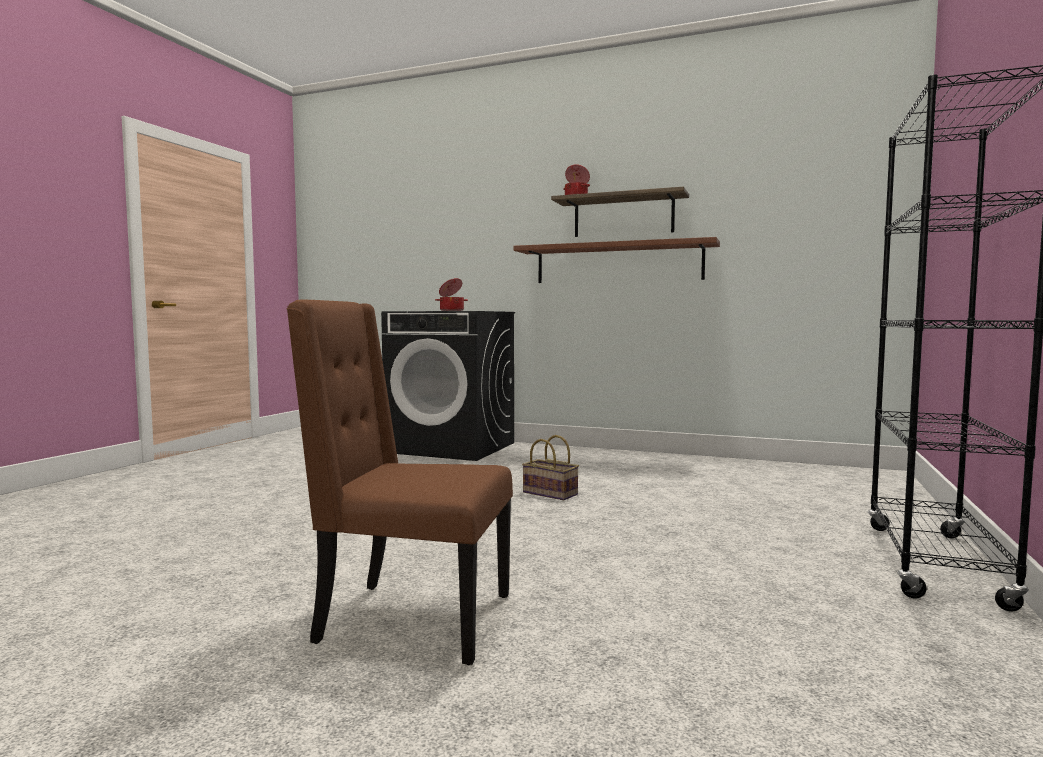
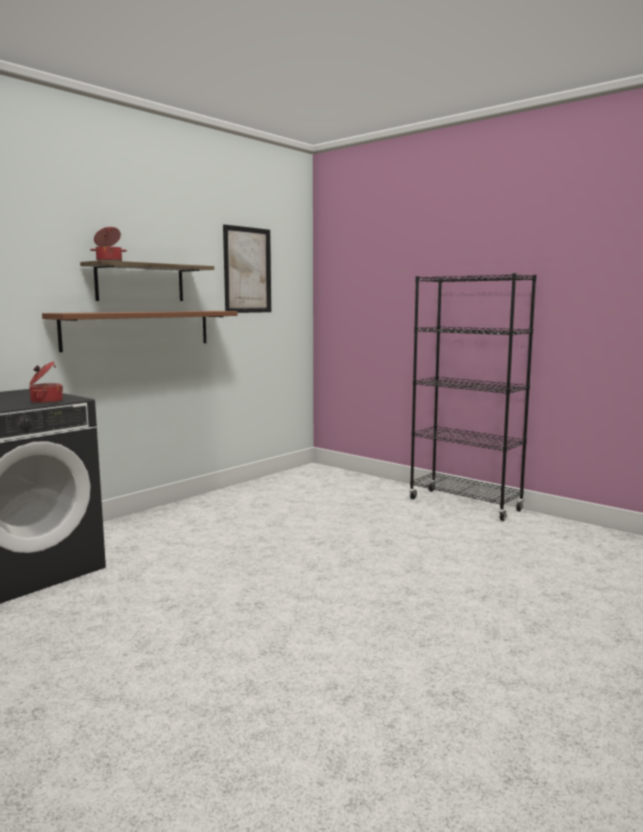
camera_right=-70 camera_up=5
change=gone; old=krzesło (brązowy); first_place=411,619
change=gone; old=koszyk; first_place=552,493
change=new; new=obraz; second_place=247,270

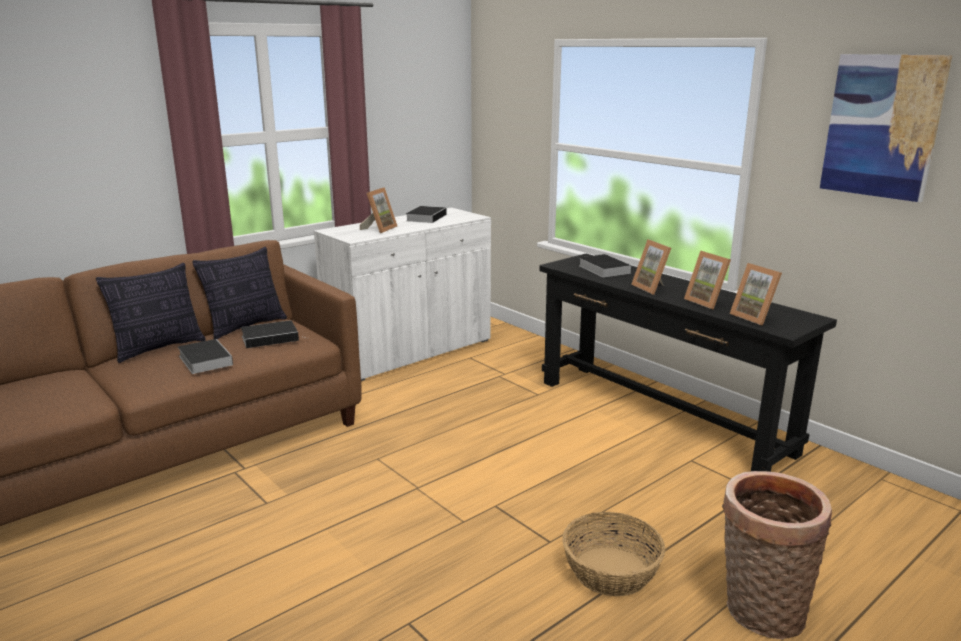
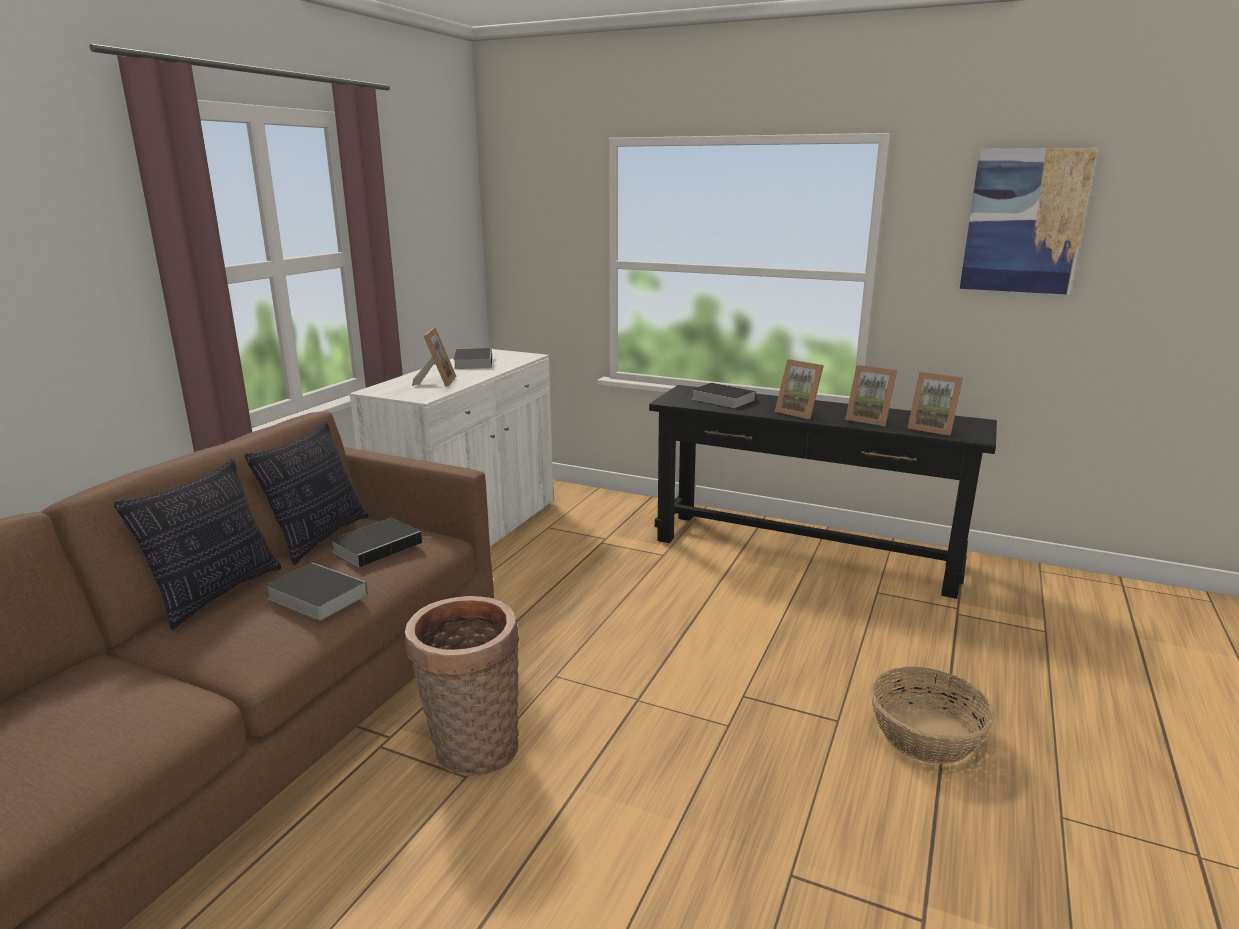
camera_right=-25 camera_up=0
change=shifted; old=koszyk; first_place=759,611; second_place=471,749

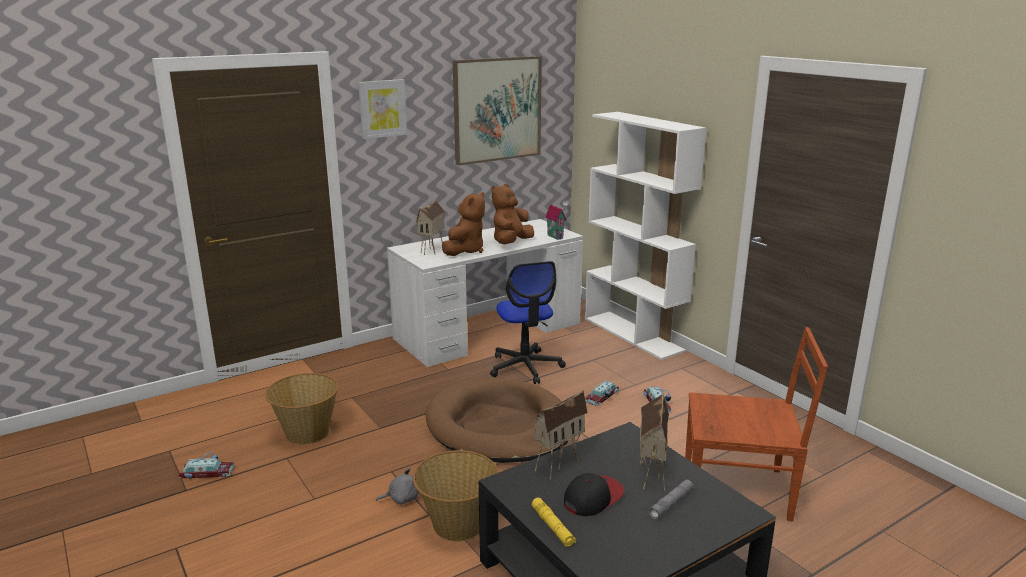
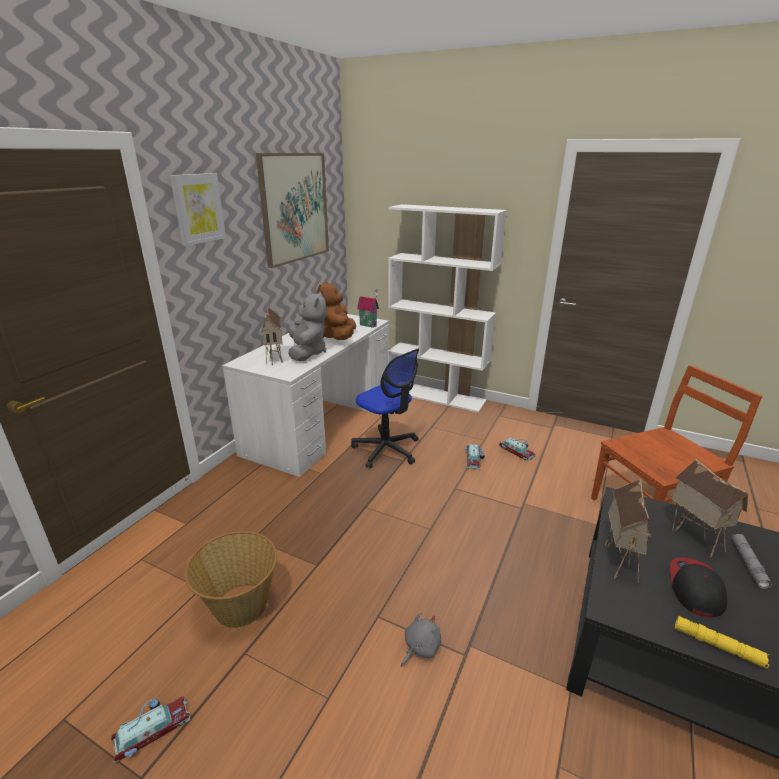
camera_right=-30 camera_up=5
change=repainted; old=pluszak (brązowy); new=pluszak (szary); first_place=465,250; second_place=307,353
change=gone; old=legowisko (brązowy); first_place=499,426
change=gone; old=koszyk; first_place=457,524

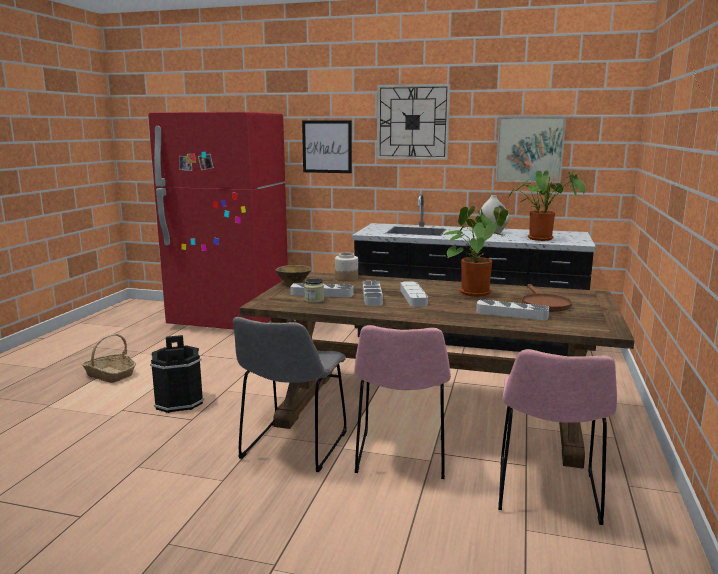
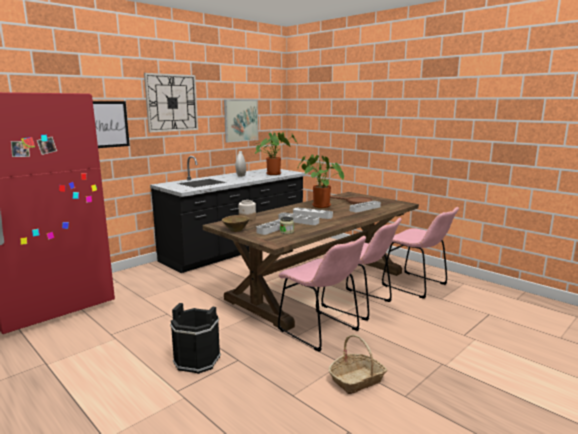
camera_right=-60 camera_up=0
change=repainted; old=krzesło (szary); new=krzesło (różowy); first_place=292,448; second_place=321,332
change=shifted; old=koszyk; first_place=110,375; second_place=357,380

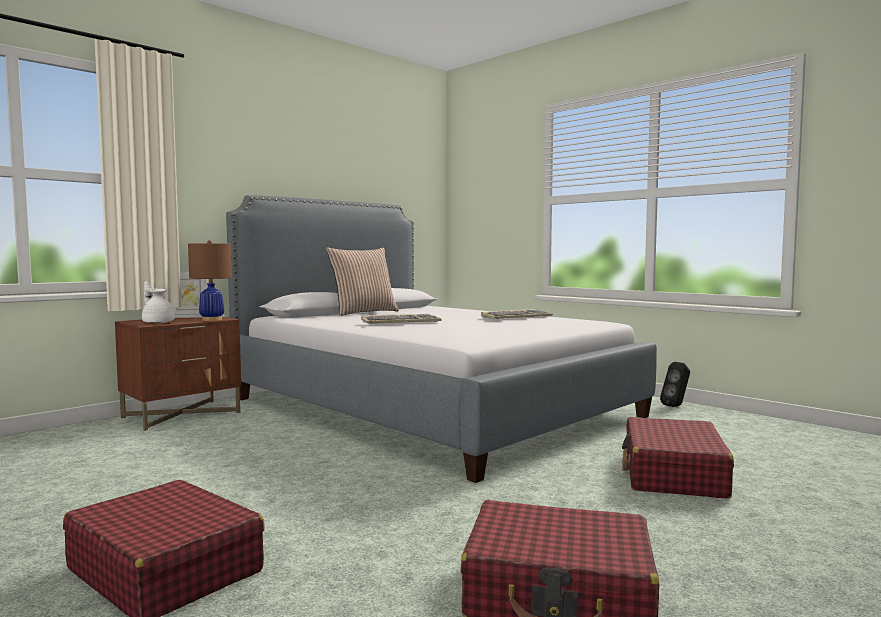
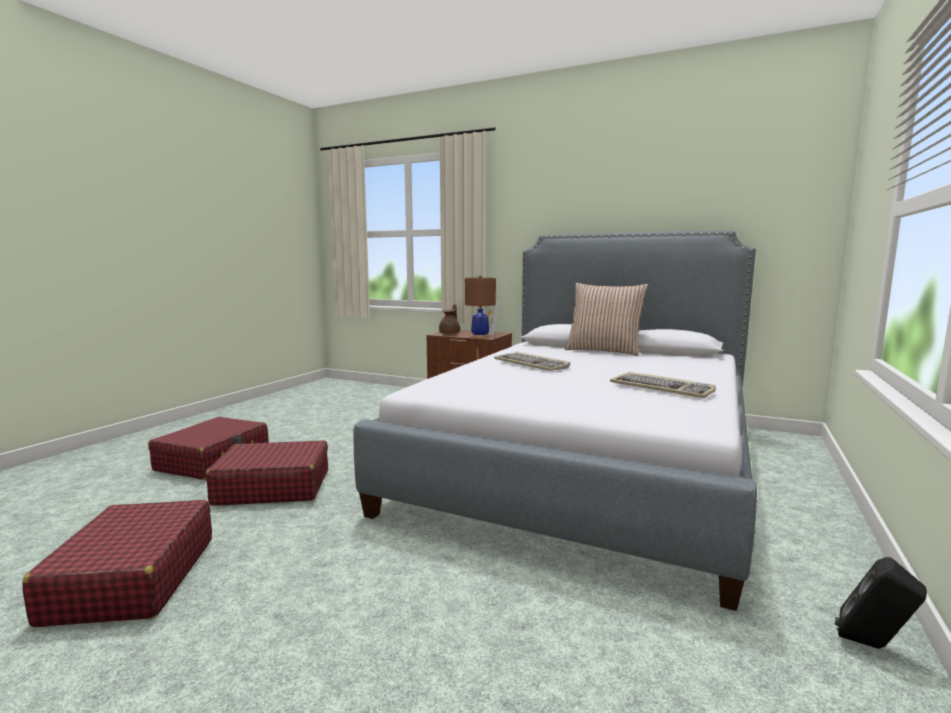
camera_right=70 camera_up=5
change=repainted; old=imbryk (biały); new=imbryk (brązowy); first_place=158,323; second_place=450,334
change=shifted; old=walizka (czerwony); first_place=673,474; second_place=272,487

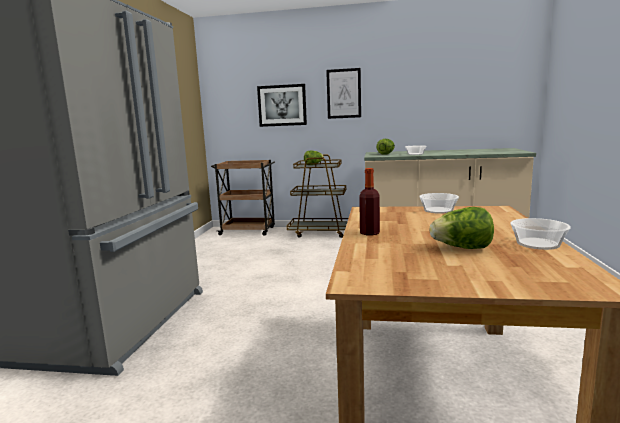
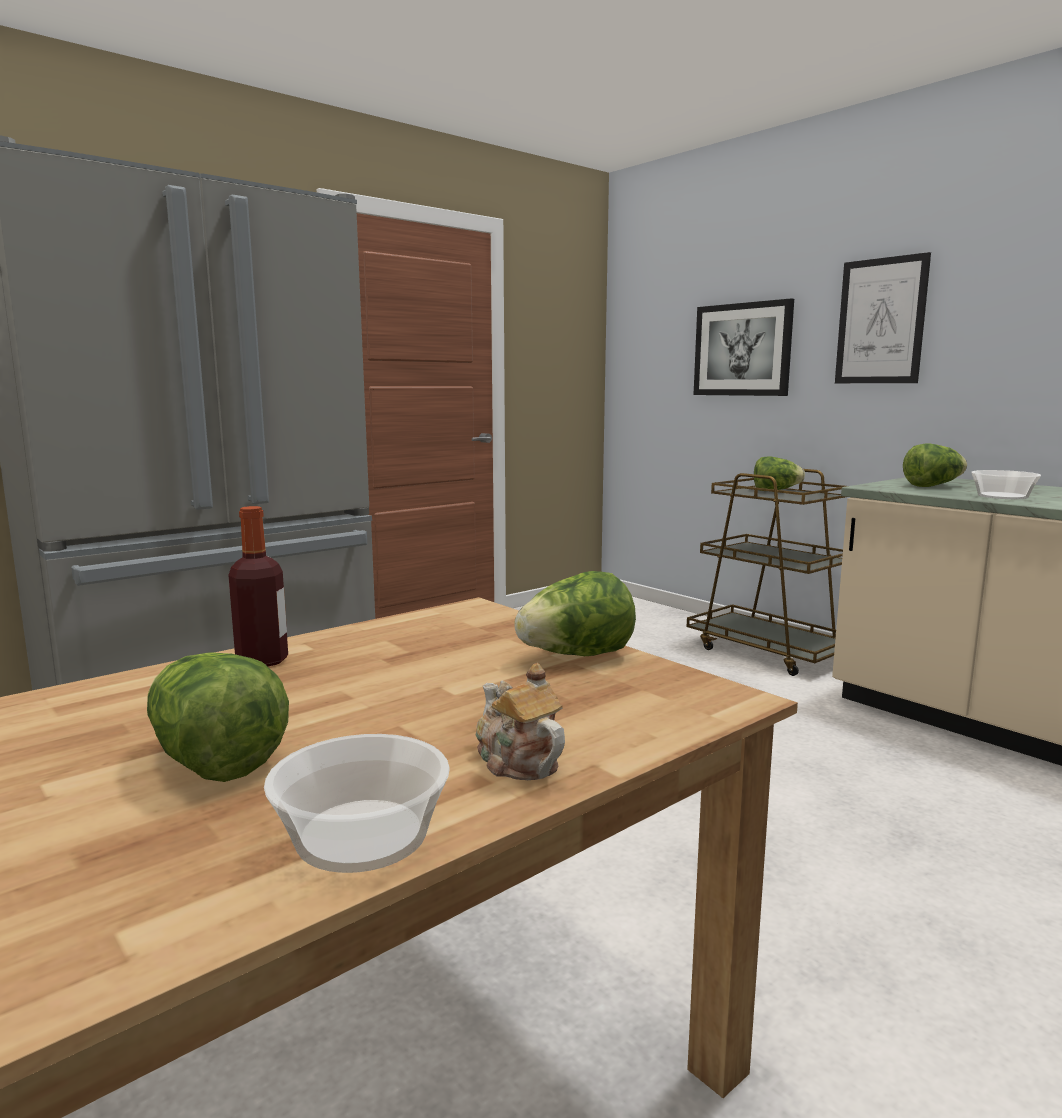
camera_right=40 camera_up=0
change=gone; old=wózek (brązowy); first_place=248,231
change=swapped; old=miska; new=sałata; first_place=438,210; second_place=576,656
change=new; new=imbryk; second_place=517,761

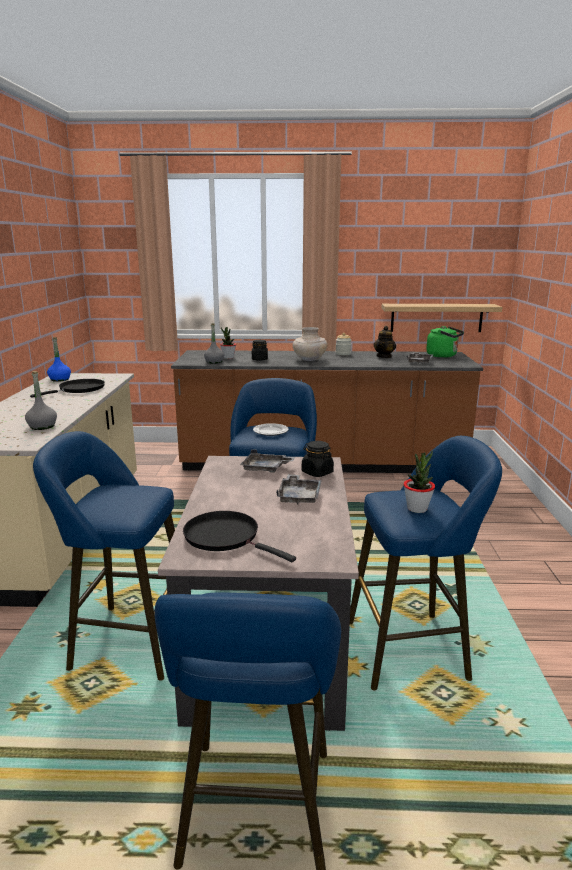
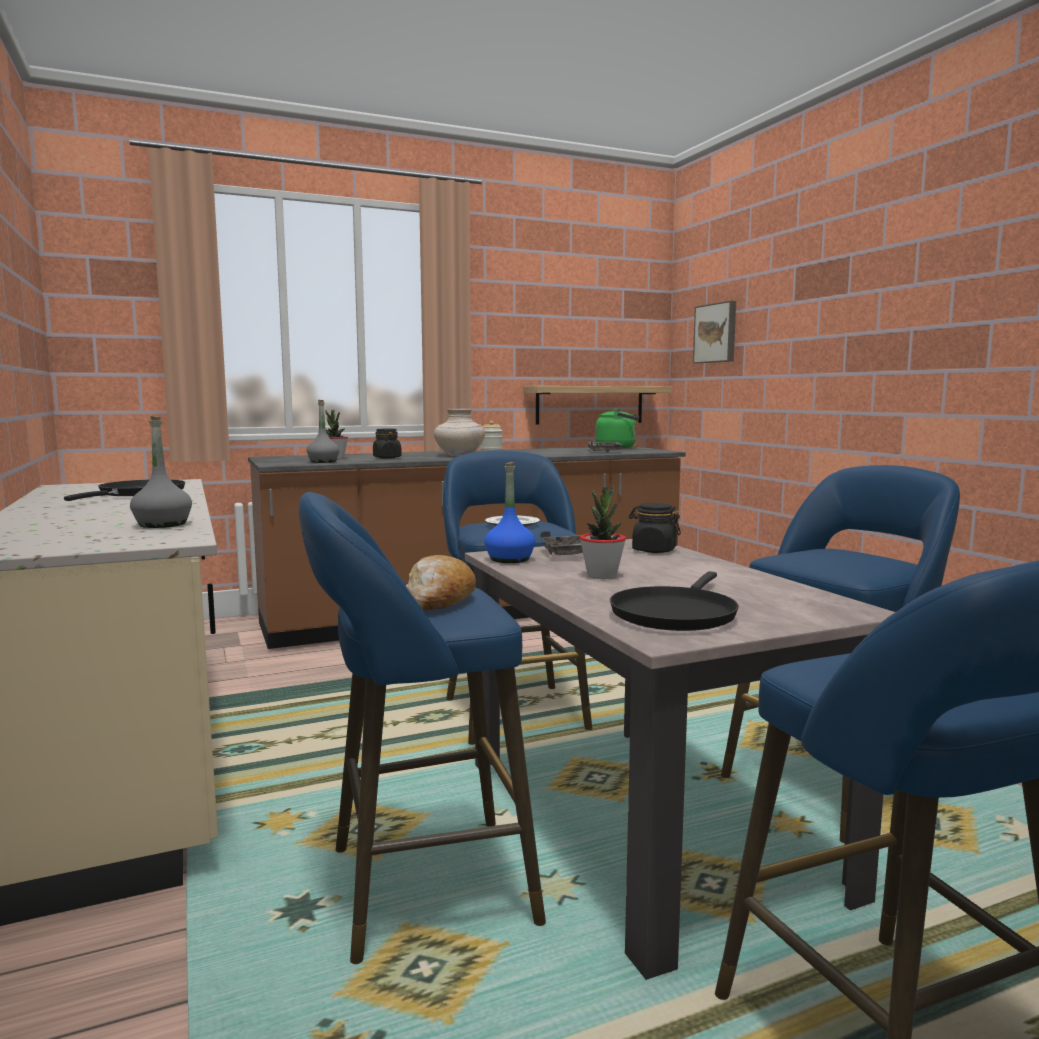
camera_right=-25 camera_up=-10
change=gone; old=imbryk; first_place=384,356
change=shifted; old=butelka (niebieski); first_place=60,379; second_place=509,559
change=shifted; old=roślina doniczkowa; first_place=417,508; second_place=602,576
change=gone; old=taca (szary); first_place=299,496
change=rotated; old=patelnia (czarny); first_place=226,537; second_place=674,614; degrees=-75
change=new; new=obraz; second_place=716,333
change=new; new=chleb; second_place=438,599

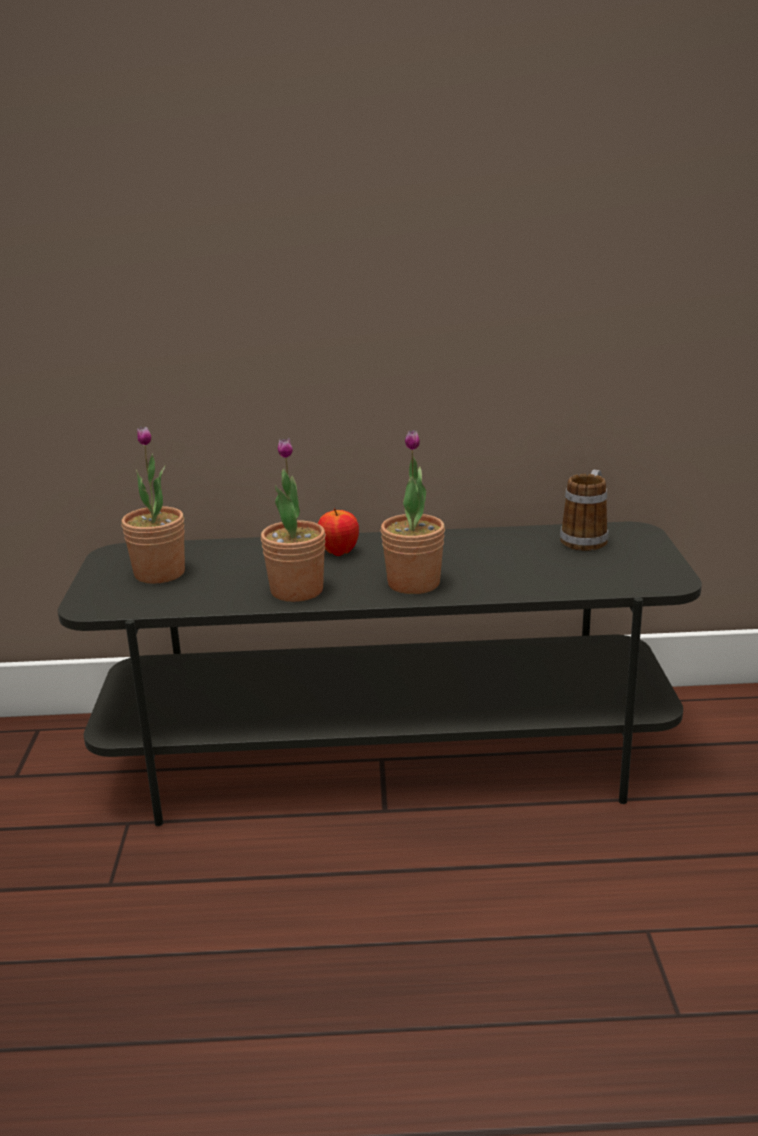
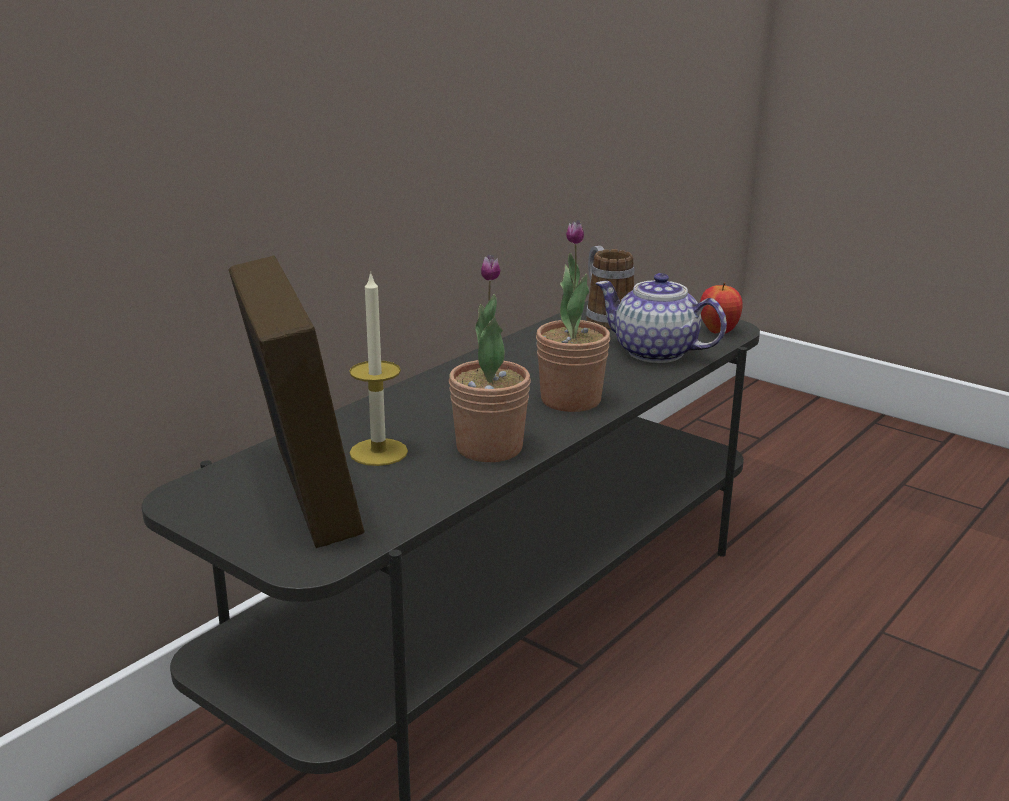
camera_right=-50 camera_up=0
change=swapped; old=roślina doniczkowa; new=ramka na zdjęcie; first_place=159,573; second_place=302,494
change=shifted; old=jabłko; first_place=339,553; second_place=718,331
change=new; new=świeca; second_place=378,452
change=new; new=imbryk; second_place=656,353

